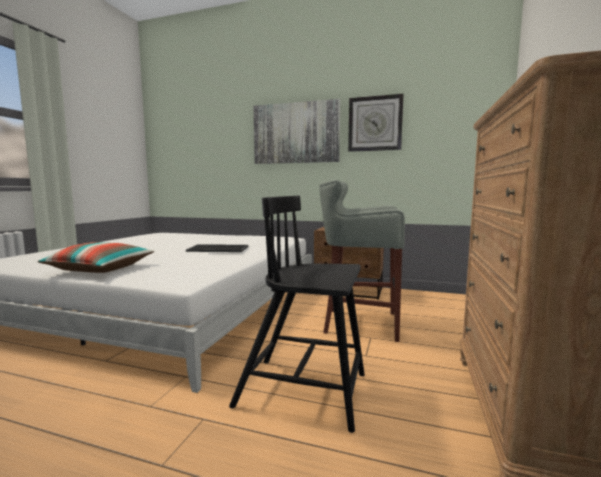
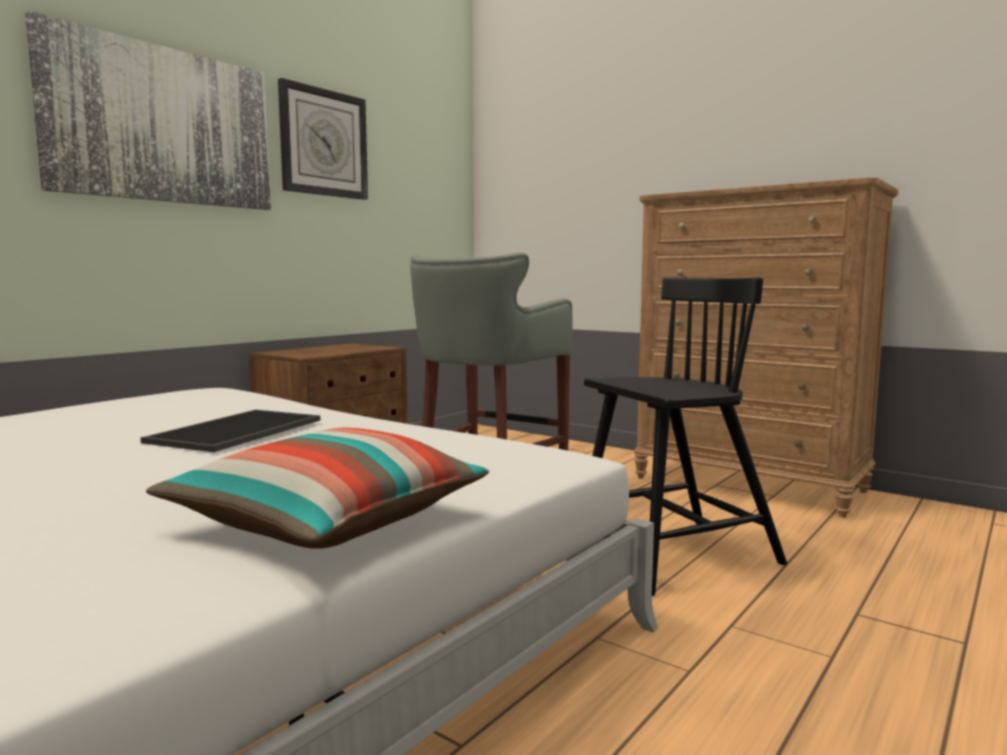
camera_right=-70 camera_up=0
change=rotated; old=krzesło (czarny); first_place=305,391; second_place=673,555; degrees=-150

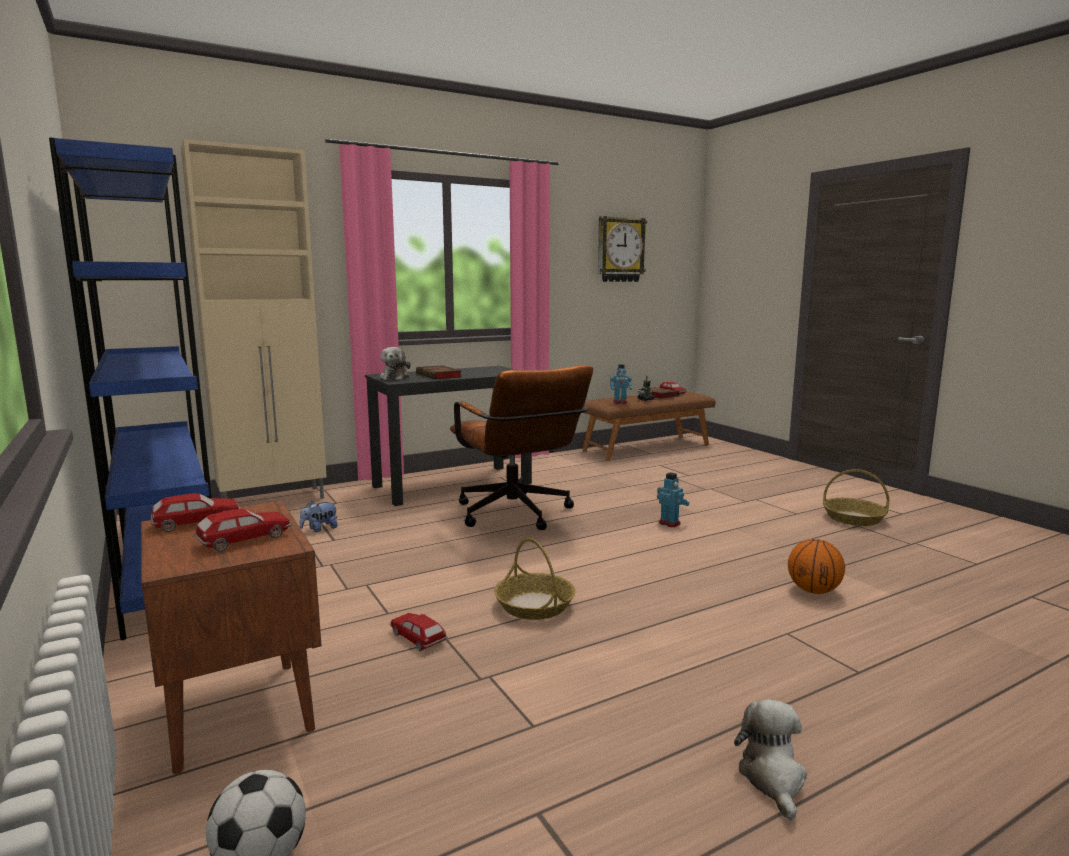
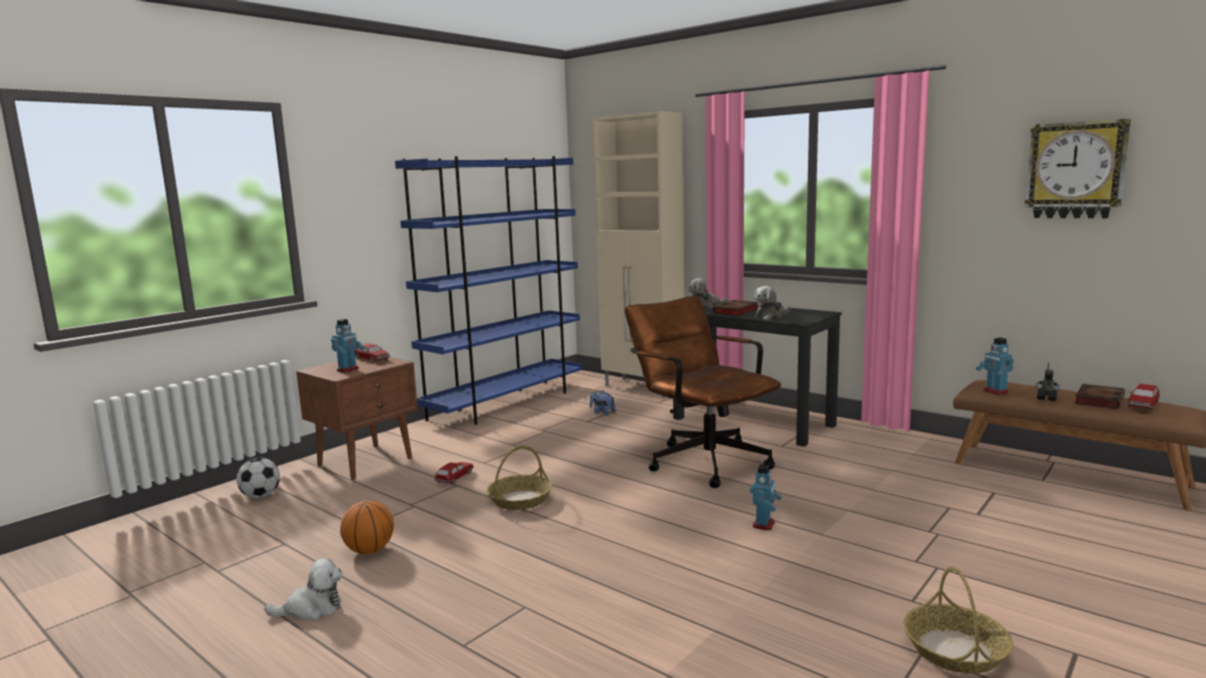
camera_right=70 camera_up=0
change=rotated; old=krzesło biurowe (brązowy); first_place=518,516; second_place=701,459; degrees=105
change=swapped; old=samochodzik; new=robot zabawkowy; first_place=245,539; second_place=348,370
change=shifted; old=piłka do koszykówki; first_place=813,591; second_place=369,550
change=new; new=pluszak; second_place=771,316

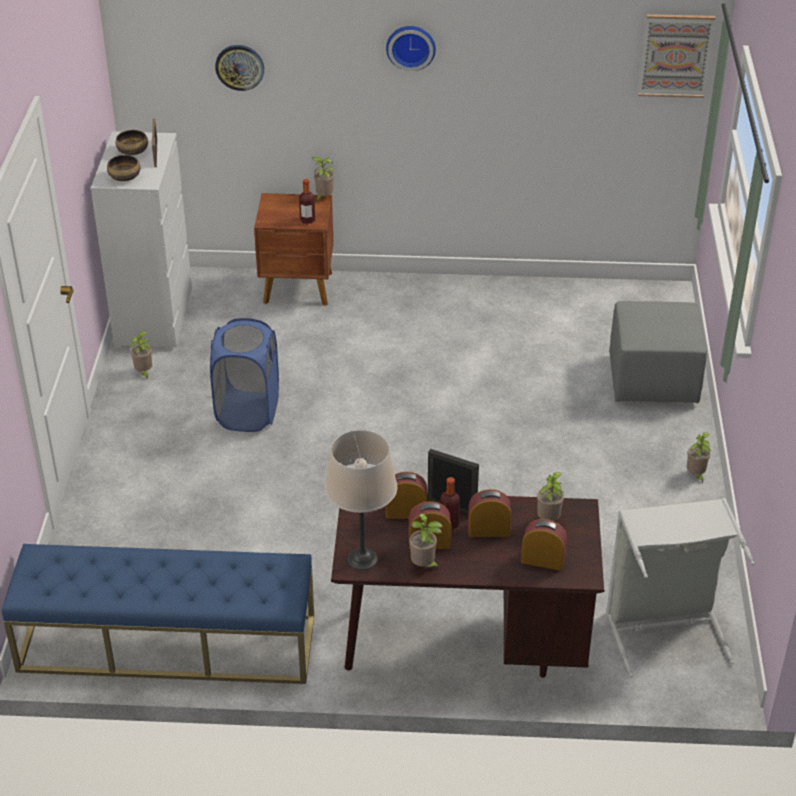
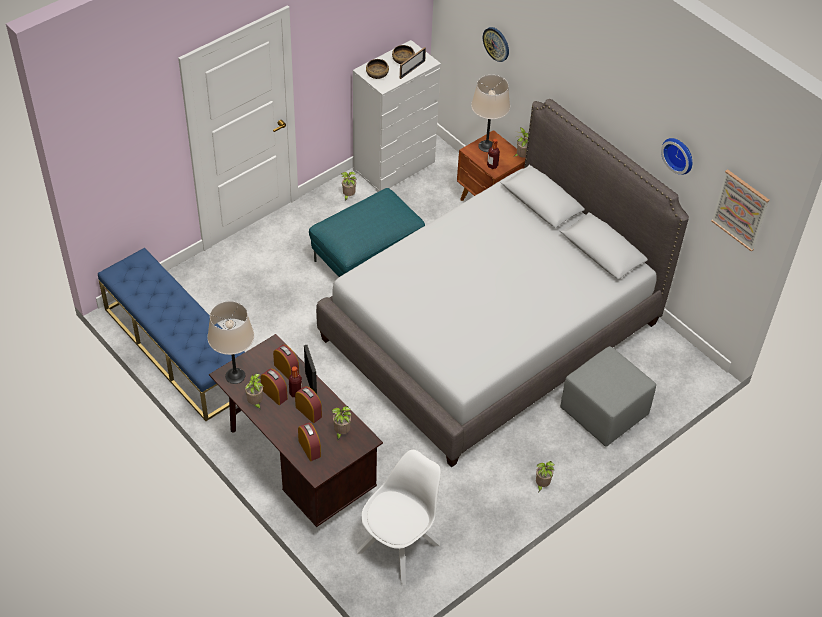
camera_right=45 camera_up=10
change=shifted; old=zegar ścienny; first_place=411,46; second_place=679,154
change=swapped; old=kosz na pranie (niebieski); new=pufa (turkusowy); first_place=248,412; second_place=367,258
change=swapped; old=kosz na pranie (szary); new=krzesło (biały); first_place=664,627; second_place=400,546
change=new; new=lampa stołowa (beżowy); second_place=486,146
change=new; new=łóżko (szary); second_place=491,331

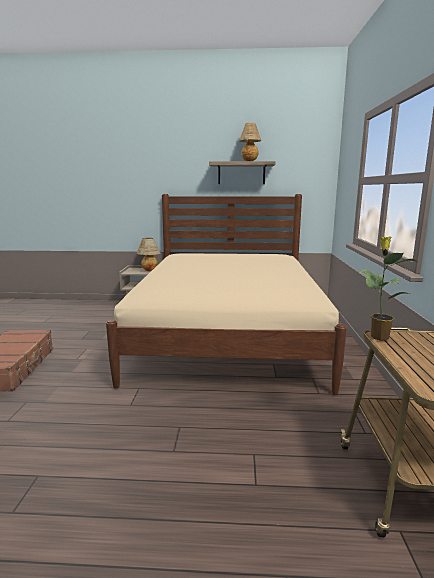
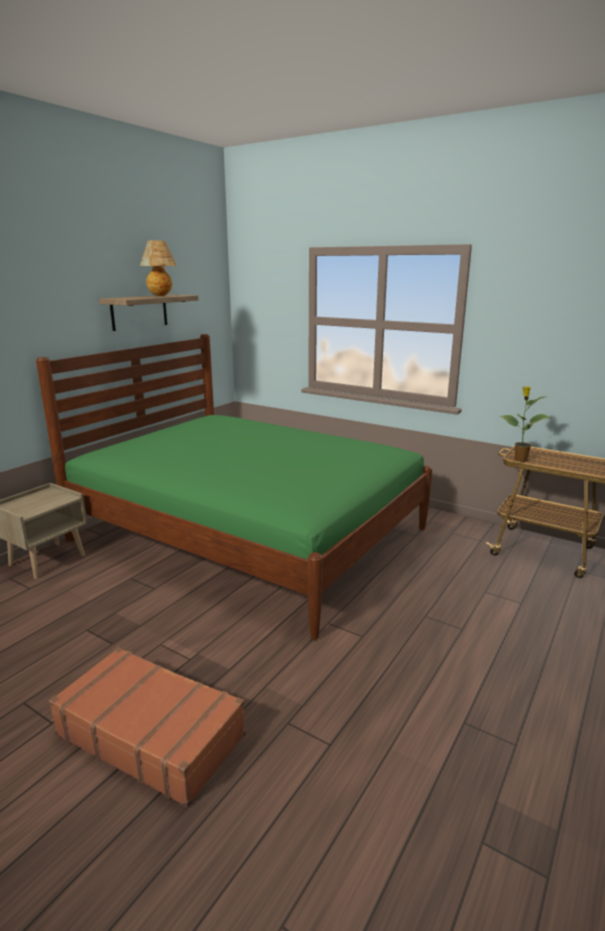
camera_right=-60 camera_up=5
change=repainted; old=łóżko (beżowy); new=łóżko (zielony); first_place=227,335; second_place=249,534
change=gone; old=lampa stołowa; first_place=149,271

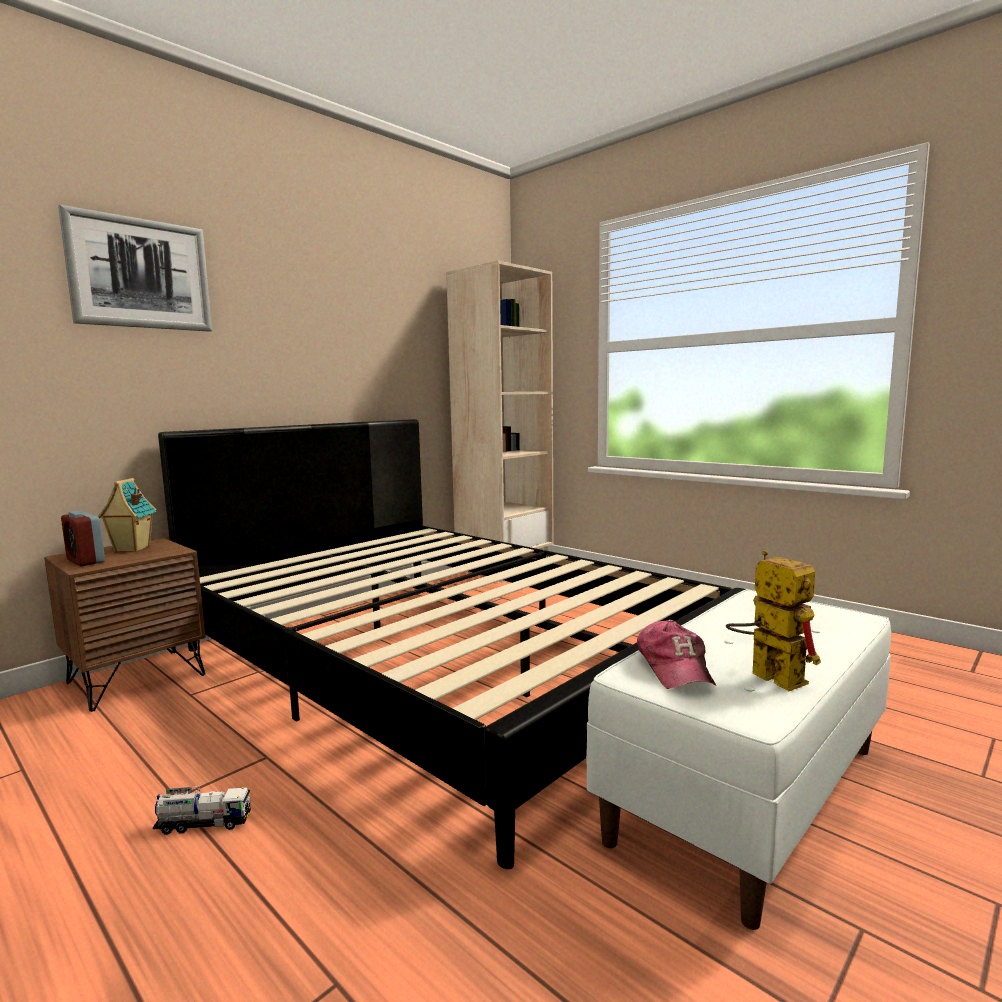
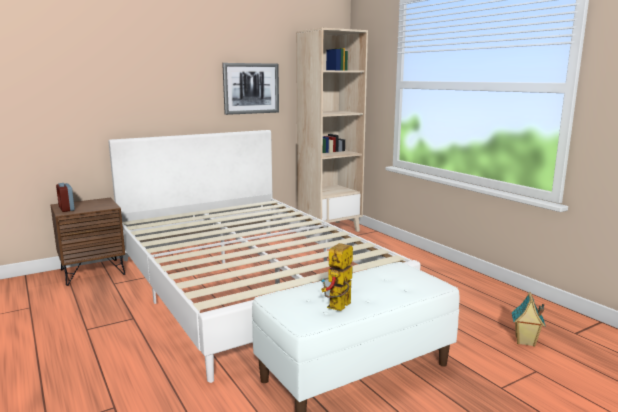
camera_right=15 camera_up=5
change=shifted; old=obraz; first_place=140,274; second_place=251,88
change=repainted; old=łóżko (czarny); new=łóżko (biały); first_place=442,662; second_place=249,283
change=shifted; old=domek; first_place=131,549; second_place=525,341
change=rotated; old=robot zabawkowy; first_place=766,676; second_place=338,308; degrees=-135
change=gone; old=czapka z daszkiem; first_place=675,668
change=gone; old=ciężarówka zabawkowa; first_place=204,823

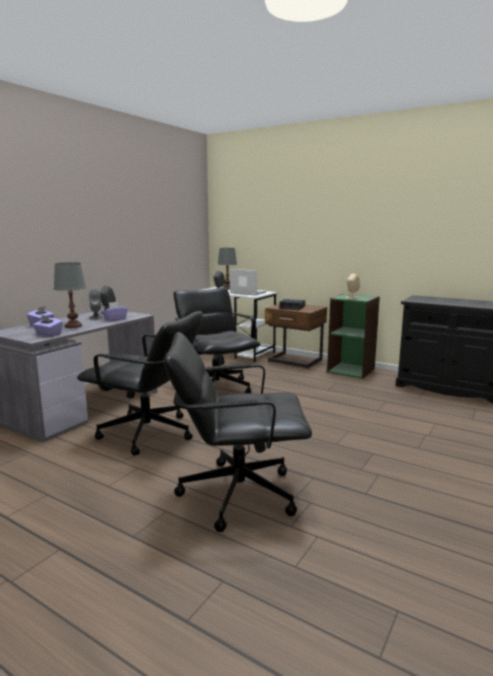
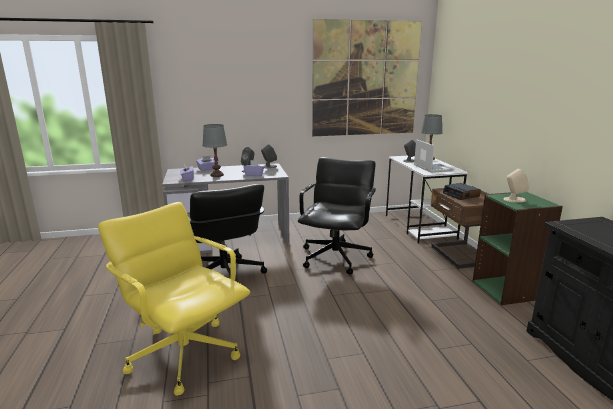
camera_right=45 camera_up=5
change=repainted; old=krzesło biurowe (czarny); new=krzesło biurowe (żółty); first_place=237,493; second_place=184,353
change=new; new=obraz; second_place=366,79

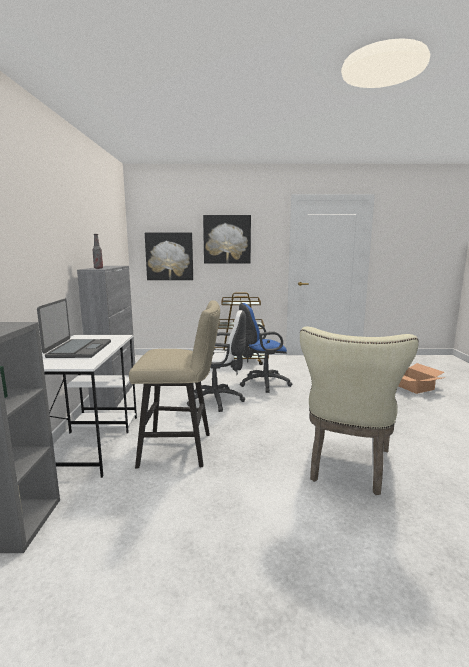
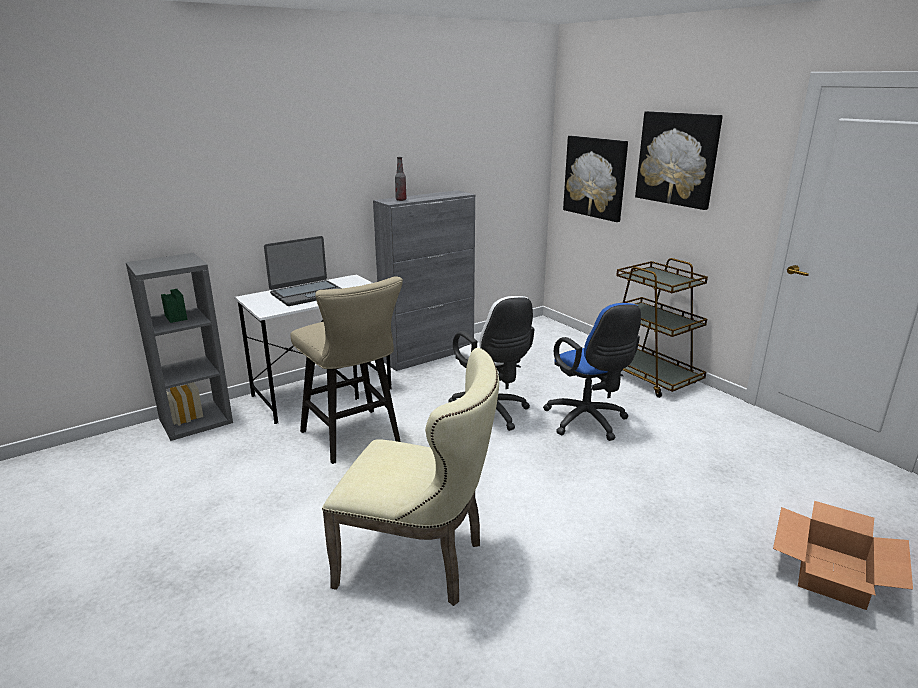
camera_right=55 camera_up=10
change=rotated; old=krzesło biurowe (niebieski); first_place=262,383; second_place=588,422; degrees=-150
change=rotated; old=krzesło (beżowy); first_place=347,467; second_place=420,562; degrees=-150

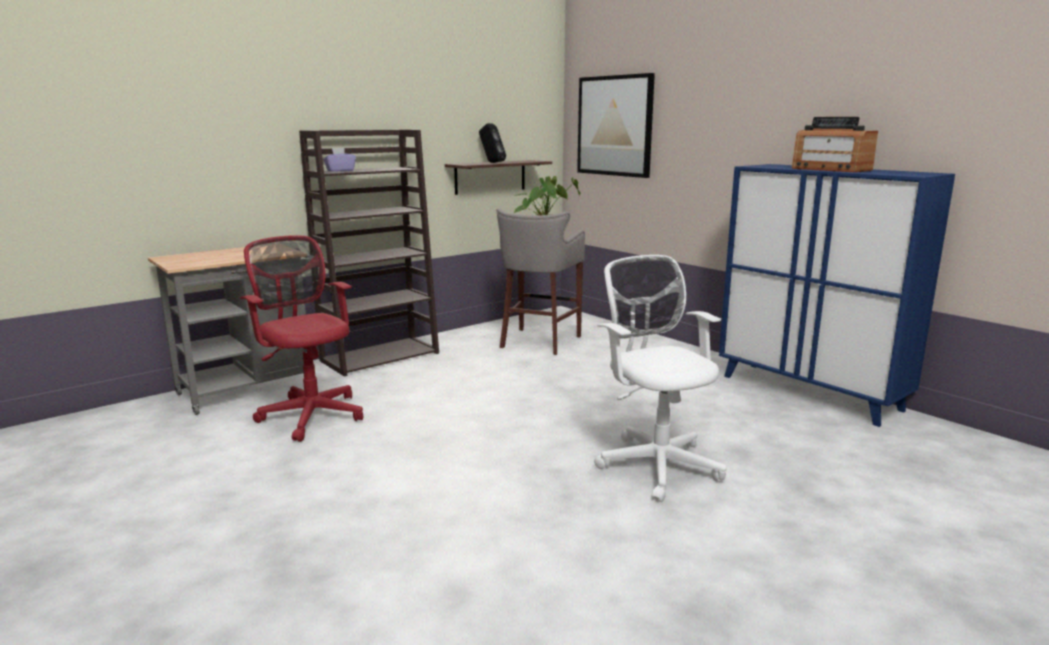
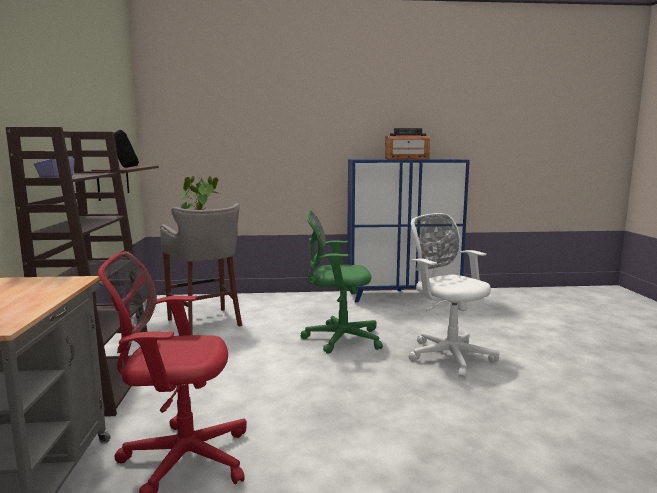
camera_right=-55 camera_up=-5
change=gone; old=obraz; first_place=615,126
change=rotated; old=krzesło biurowe (biały); first_place=656,463; second_place=448,355; degrees=45
change=new; new=krzesło biurowe (zielony); second_place=339,338

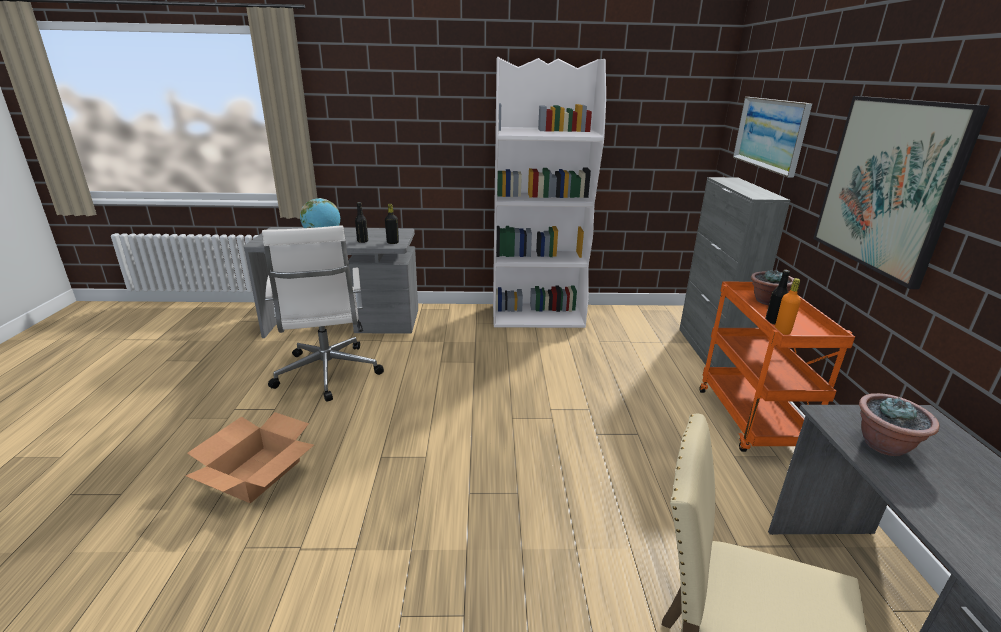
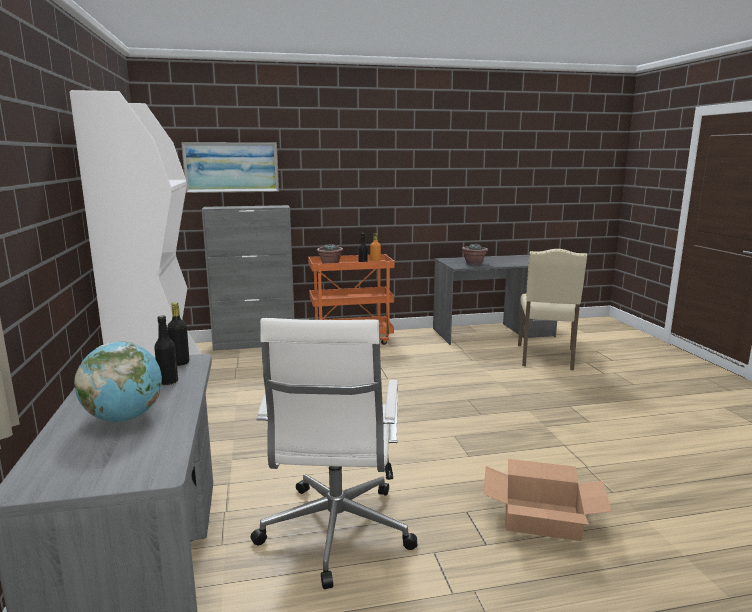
camera_right=-100 camera_up=-10
change=gone; old=obraz; first_place=888,185
change=rotated; old=krzesło biurowe (biały); first_place=327,374; second_place=335,533; degrees=120

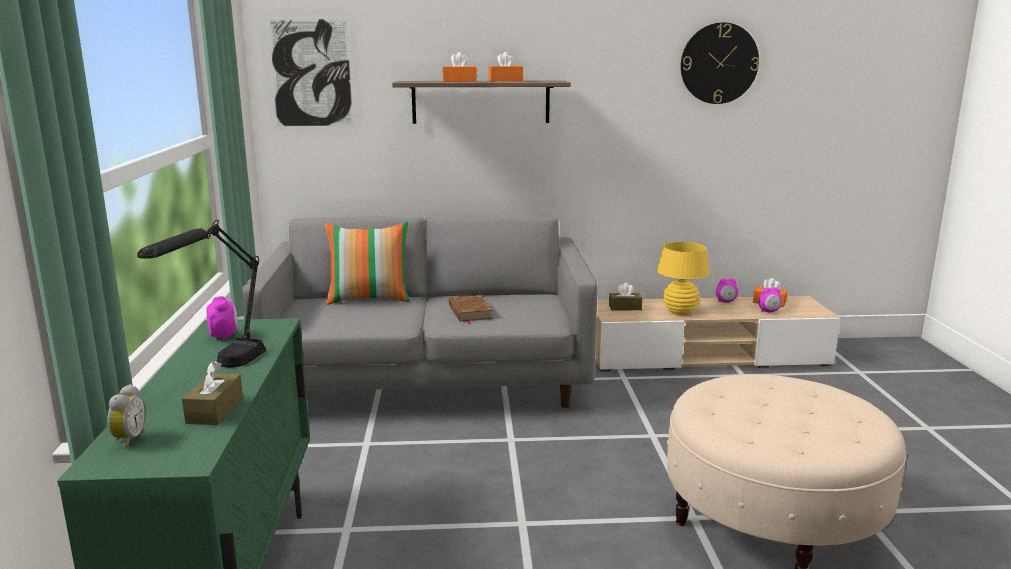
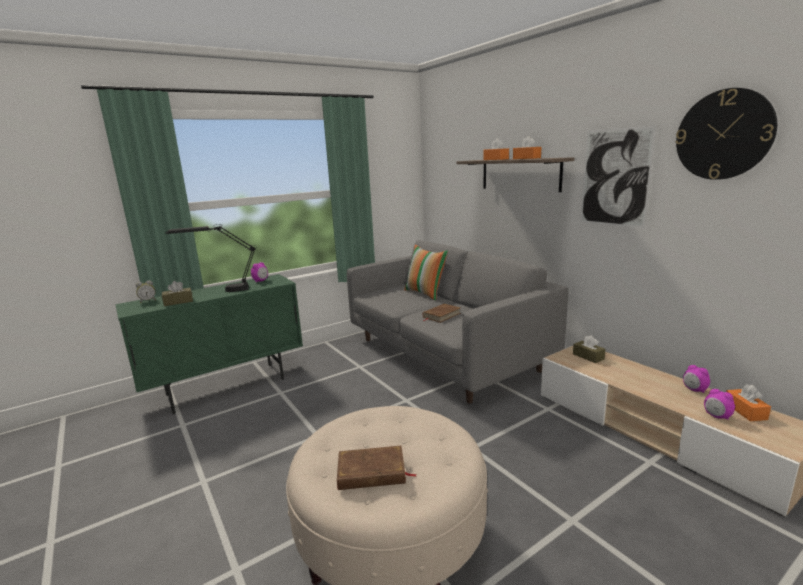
camera_right=60 camera_up=0
change=shifted; old=obraz; first_place=311,73; second_place=614,178
change=gone; old=lampa stołowa (żółty); first_place=680,312
change=new; new=książka (brązowy); second_place=372,472

